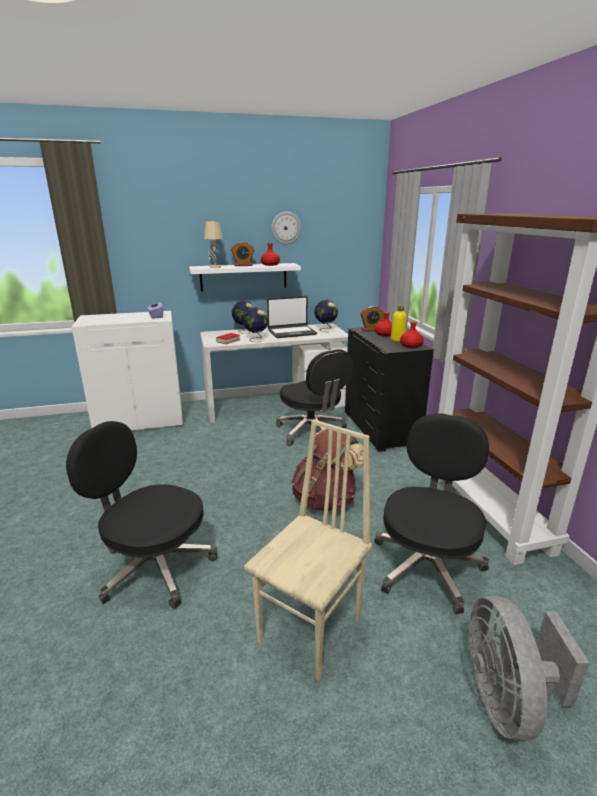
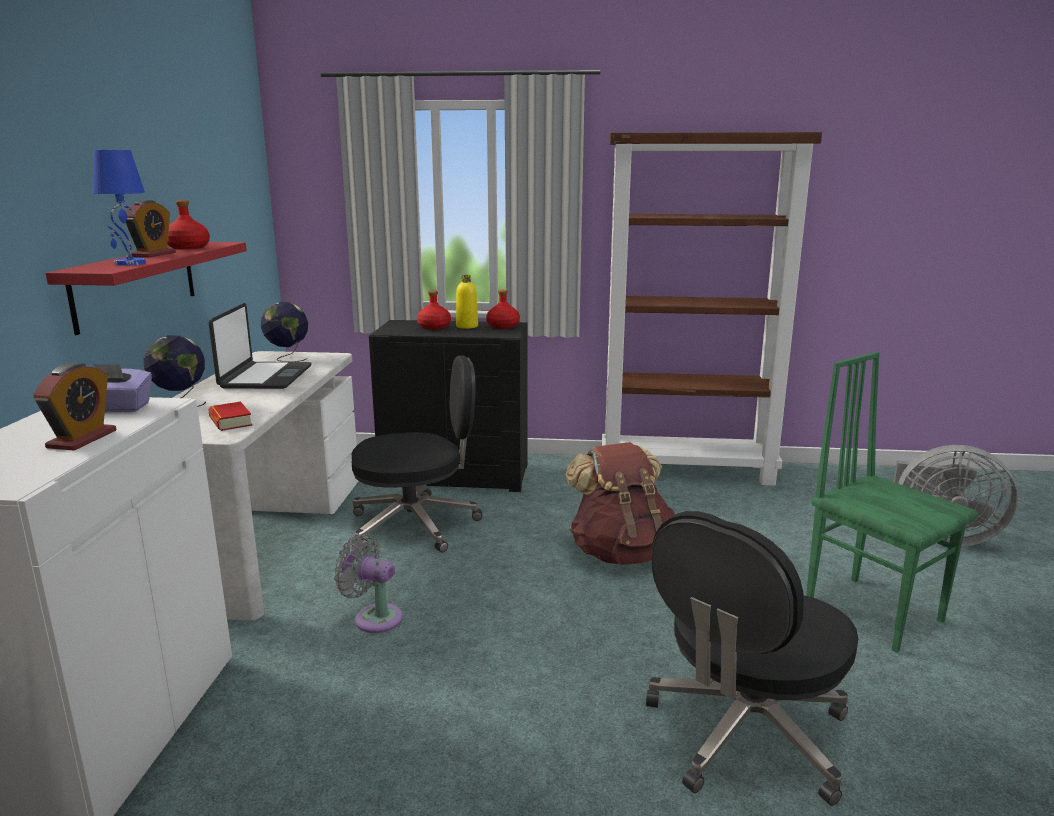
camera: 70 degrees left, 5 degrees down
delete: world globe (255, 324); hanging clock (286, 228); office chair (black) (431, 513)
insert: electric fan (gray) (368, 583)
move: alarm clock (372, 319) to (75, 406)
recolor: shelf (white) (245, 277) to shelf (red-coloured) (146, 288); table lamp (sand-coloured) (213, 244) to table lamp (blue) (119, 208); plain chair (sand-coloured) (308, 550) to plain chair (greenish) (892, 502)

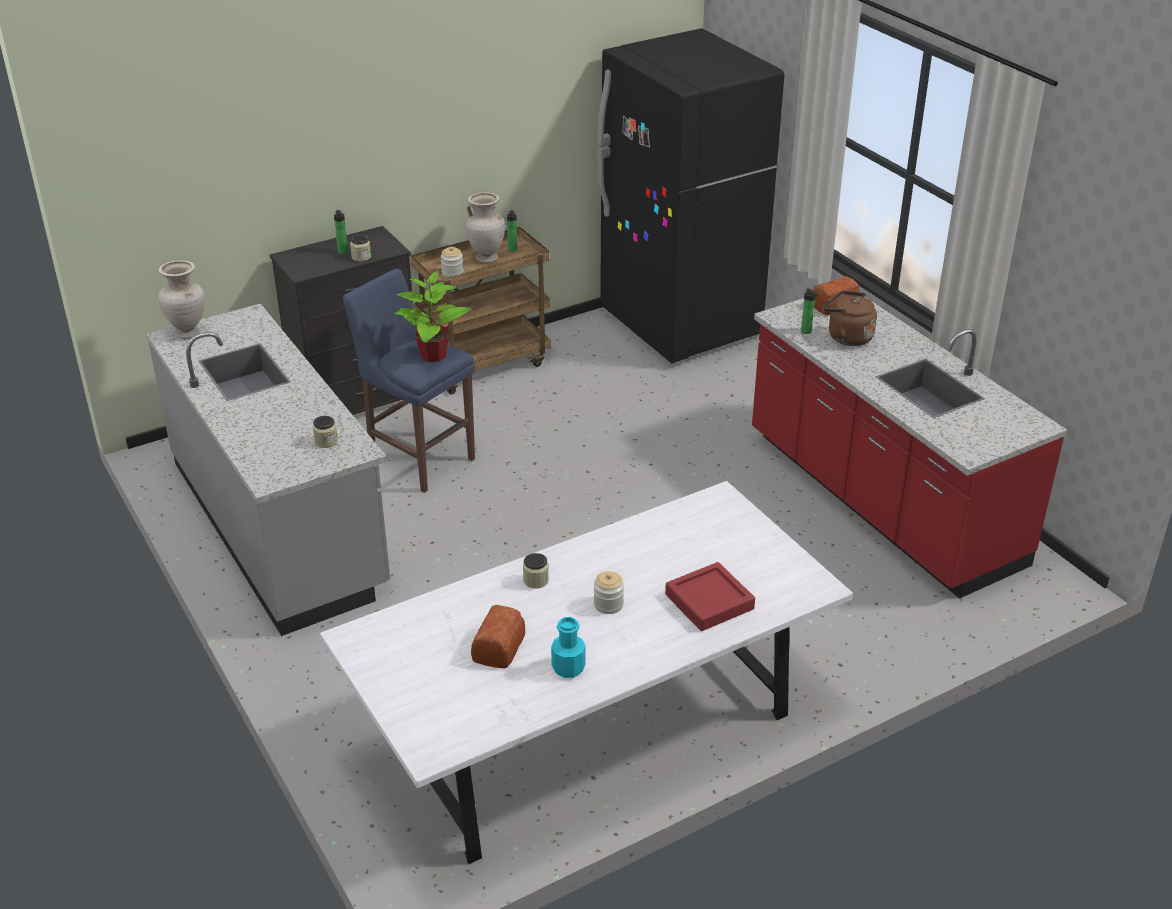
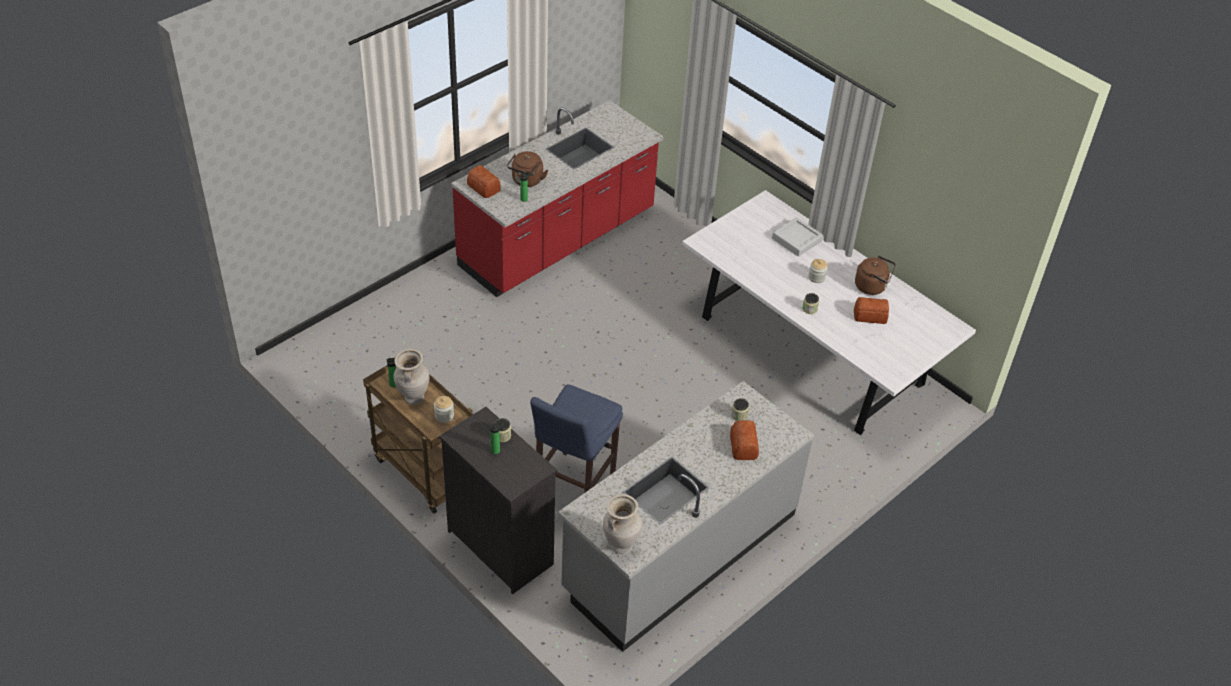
camera: 105 degrees left, 10 degrees up
delete: houseplant (433, 316); refrigerator (black) (690, 195)
insert: baked bread (744, 440)
replace: bottle (blue-green) (568, 647) to tea kettle (brownish) (875, 275)
recolor: carrying tray (red-coloured) (710, 596) to carrying tray (gray) (797, 237)

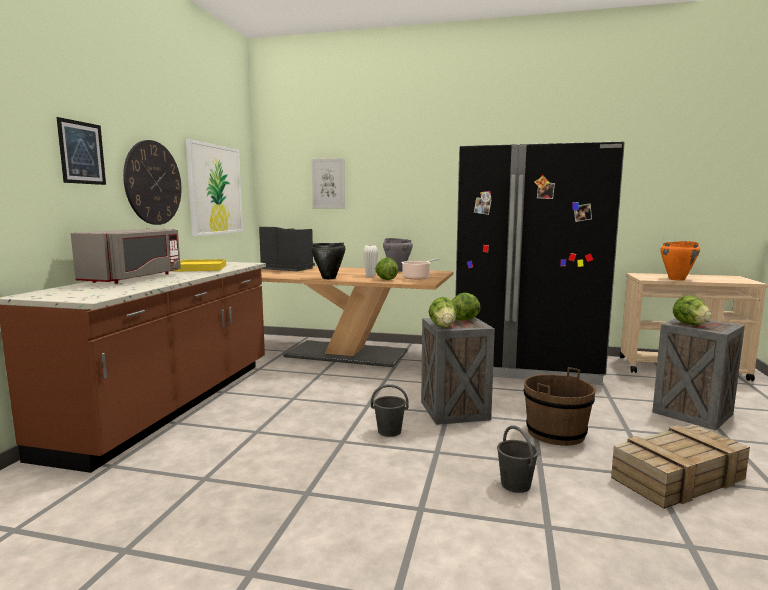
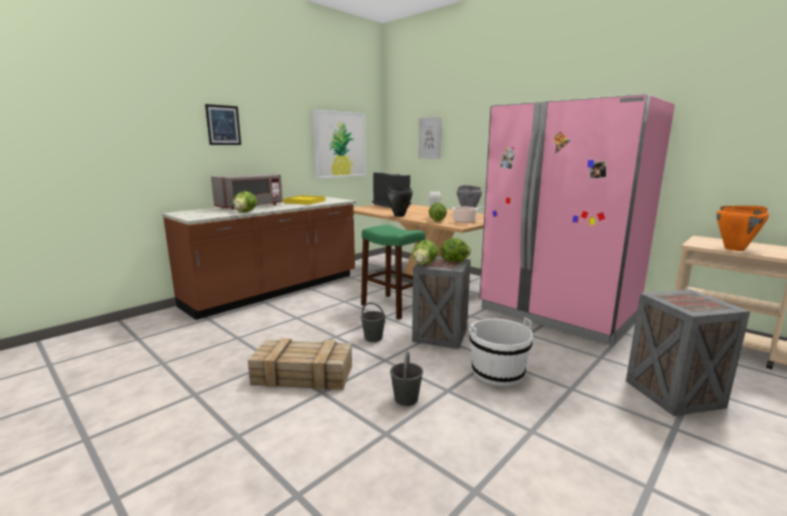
camera: 30 degrees right, 5 degrees up
delete: hanging clock (152, 182)
insert: sitting stool (greenish) (393, 272)
move: crate (680, 466) to (300, 364); lettuce (692, 310) to (245, 201)
recolor: refrigerator (black) (540, 263) to refrigerator (pink) (577, 219); water bucket (brownish) (560, 406) to water bucket (white) (501, 351)

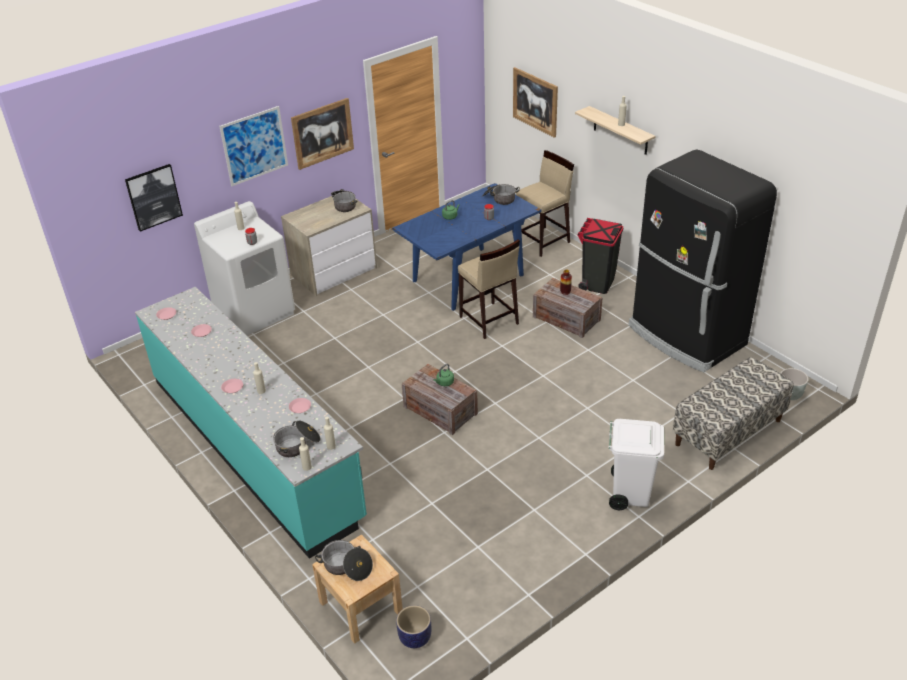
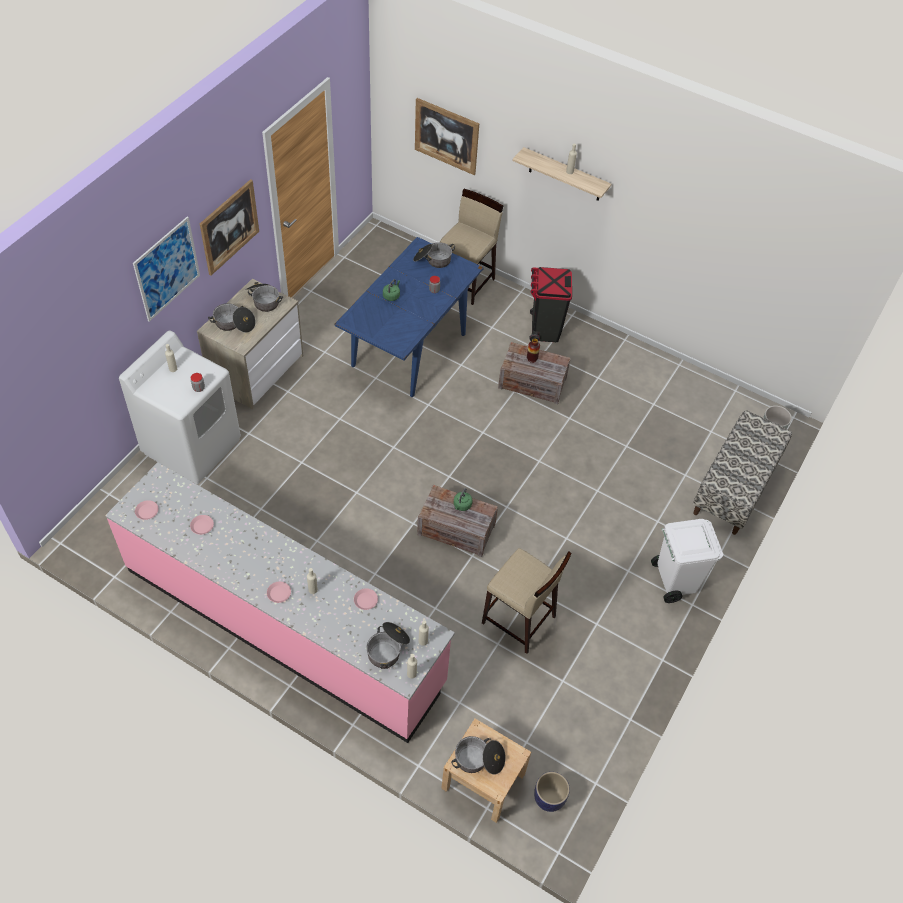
camera: 25 degrees left, 15 degrees up
delete: picture (154, 198); refrigerator (black) (703, 261)
insert: cooking pot (232, 318)
move: sitting stool (sand-coloured) (489, 289) to (527, 601)
recolor: counter (blue-green) (251, 423) to counter (pink) (280, 602)

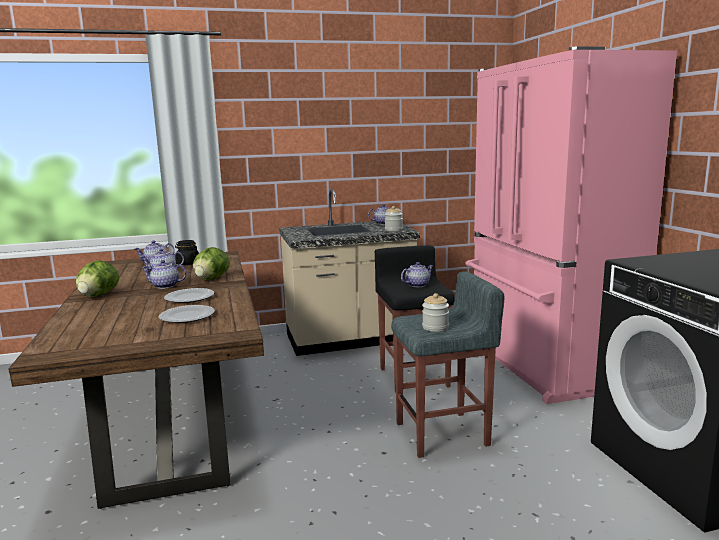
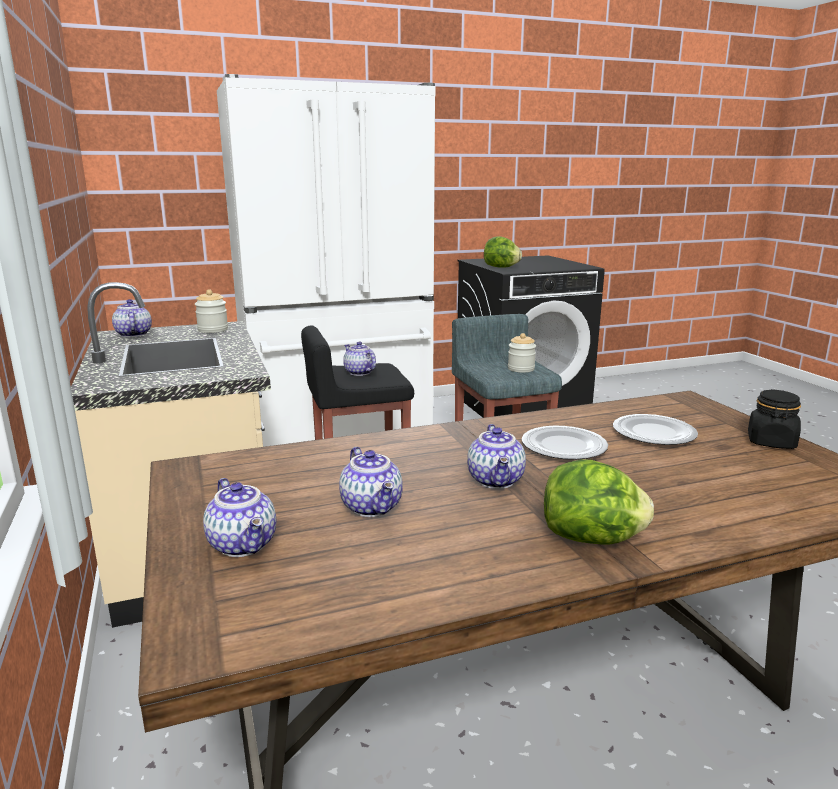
camera: 95 degrees left, 5 degrees up
move: storage jar (black) (187, 252) to (774, 419); lettuce (211, 263) to (503, 252)
recolor: refrigerator (pink) (571, 225) to refrigerator (white) (326, 260)

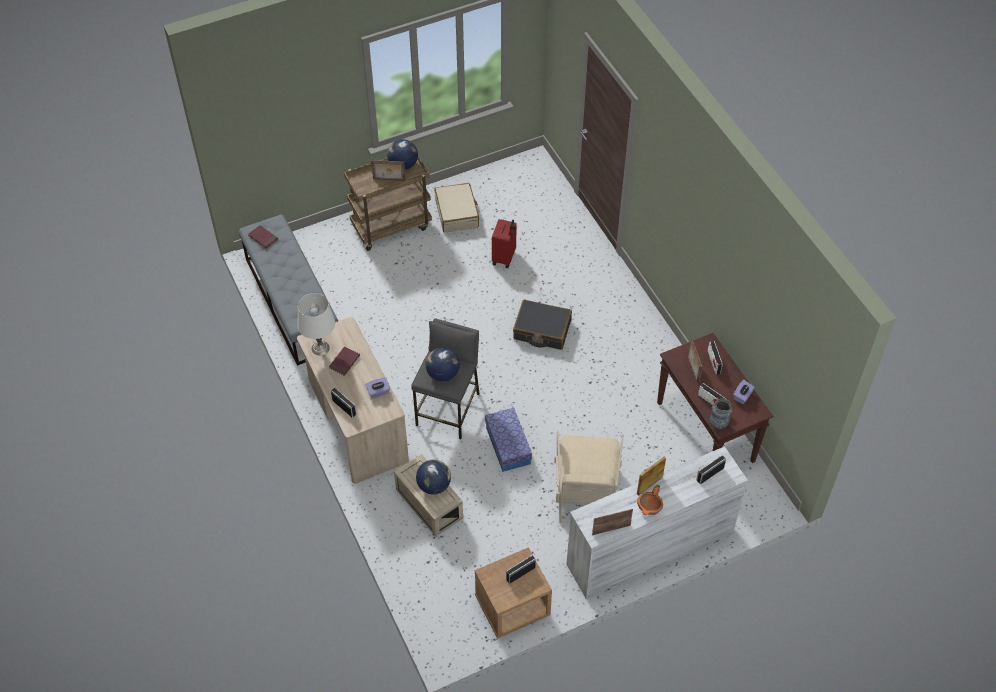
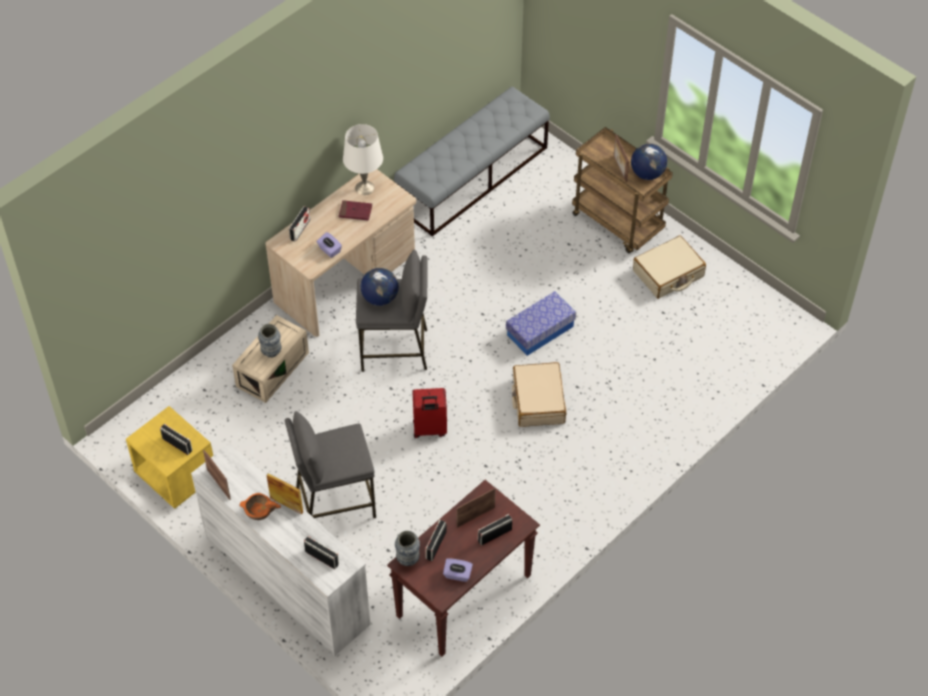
camera: 70 degrees right, 0 degrees up
delete: bound book (red-coloured) (263, 237)
move: storage box (508, 440) to (541, 323); travel case (red-coloured) (504, 243) to (429, 413)
replace: world globe (433, 477) to vase (269, 341); lounge chair (sand-coloured) (589, 476) to sitting stool (gray) (330, 465)
recolor: nightstand (brownish) (513, 593) to nightstand (yellow) (169, 457); travel case (black) (542, 324) to travel case (sand-coloured) (539, 394)

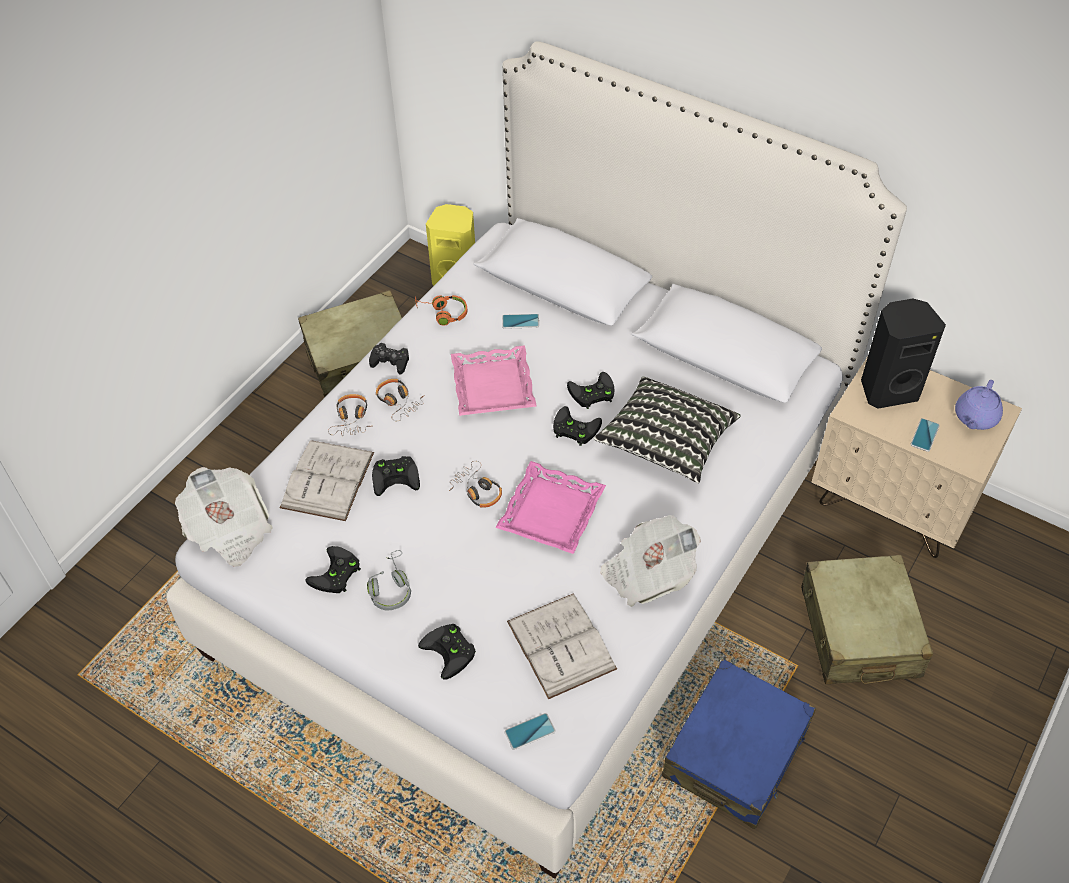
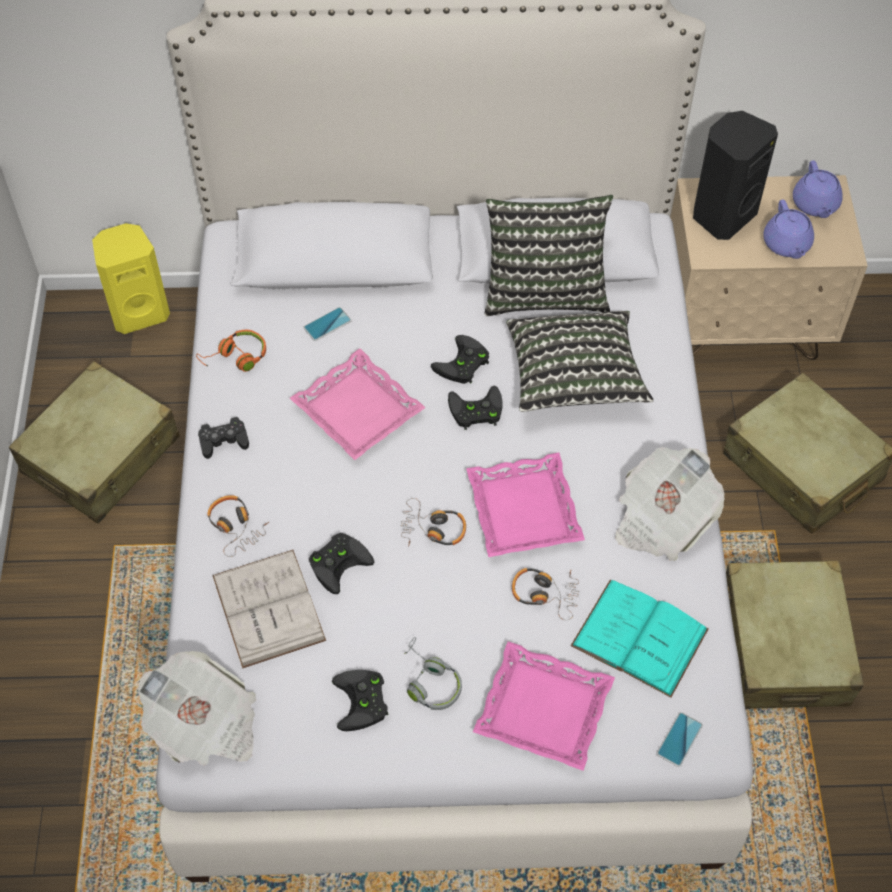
camera: 35 degrees left, 5 degrees up
insert: cushion (548, 255)
move: headset (400, 400) to (545, 594)
replace: joypad (black) (447, 651) to carrying tray (pink) (544, 706); phone (925, 435) to tea pot (purple) (788, 229)
recolor: bound book (white) (562, 646) to bound book (blue-green) (640, 639); travel case (blue) (739, 744) to travel case (sand-coloured) (795, 634)

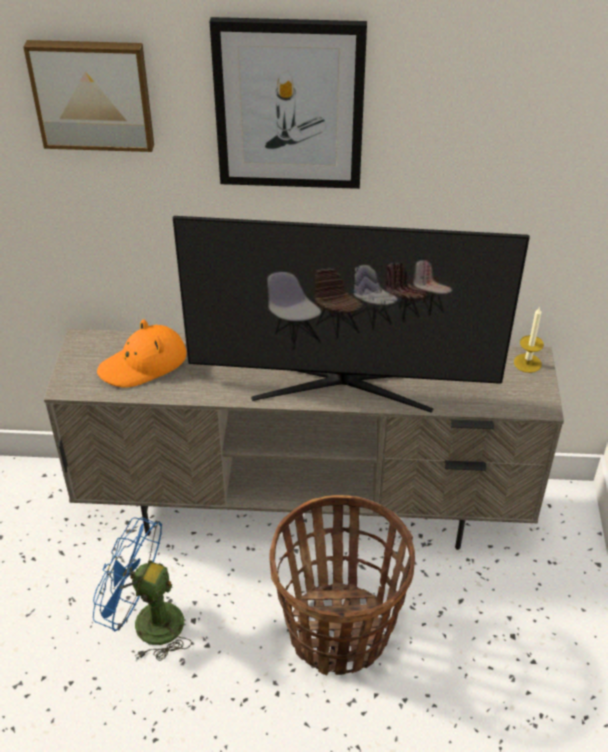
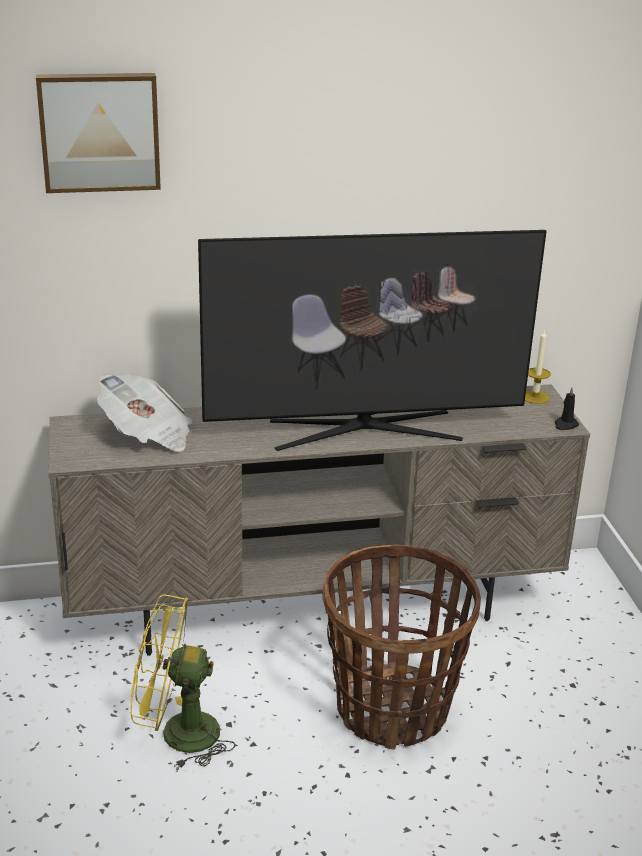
camera: 15 degrees left, 15 degrees down
delete: picture (288, 103)
insert: wax light (black) (567, 408)
replace: hat (orange-coloured) (141, 354) to newspaper (144, 413)
recolor: electric fan (blue) (142, 589) to electric fan (yellow) (183, 682)

